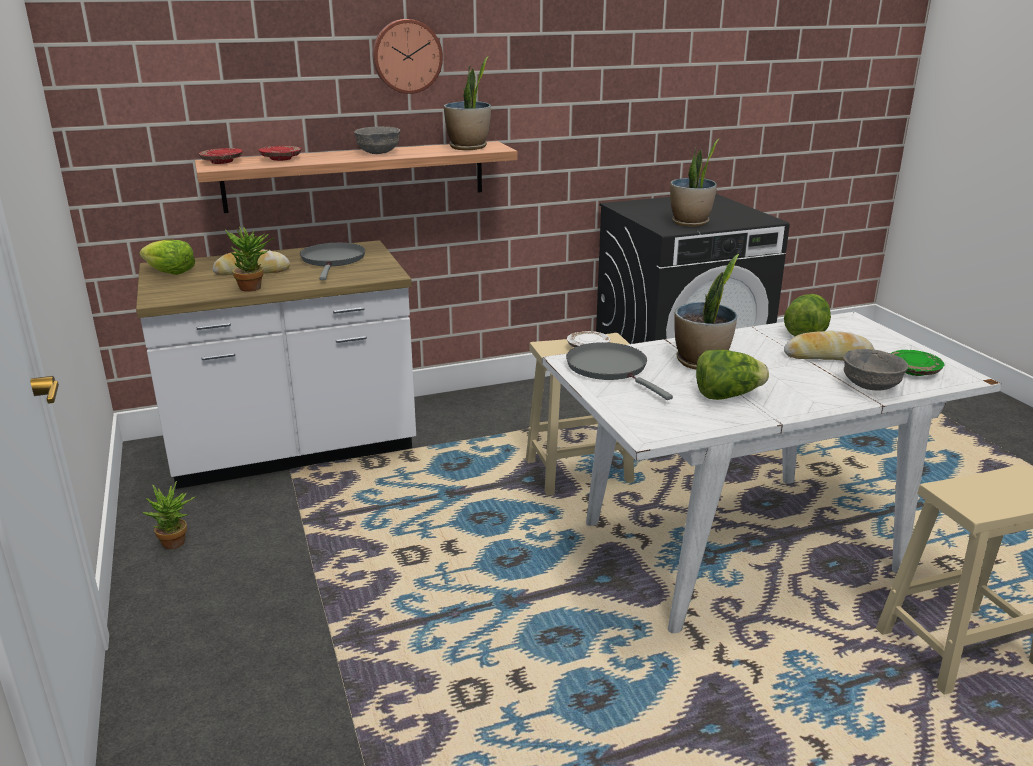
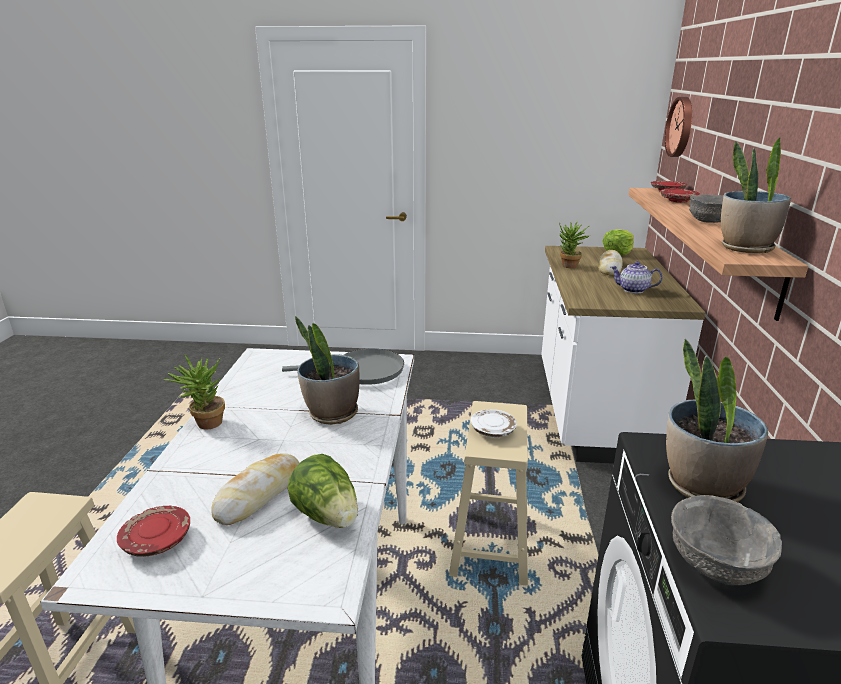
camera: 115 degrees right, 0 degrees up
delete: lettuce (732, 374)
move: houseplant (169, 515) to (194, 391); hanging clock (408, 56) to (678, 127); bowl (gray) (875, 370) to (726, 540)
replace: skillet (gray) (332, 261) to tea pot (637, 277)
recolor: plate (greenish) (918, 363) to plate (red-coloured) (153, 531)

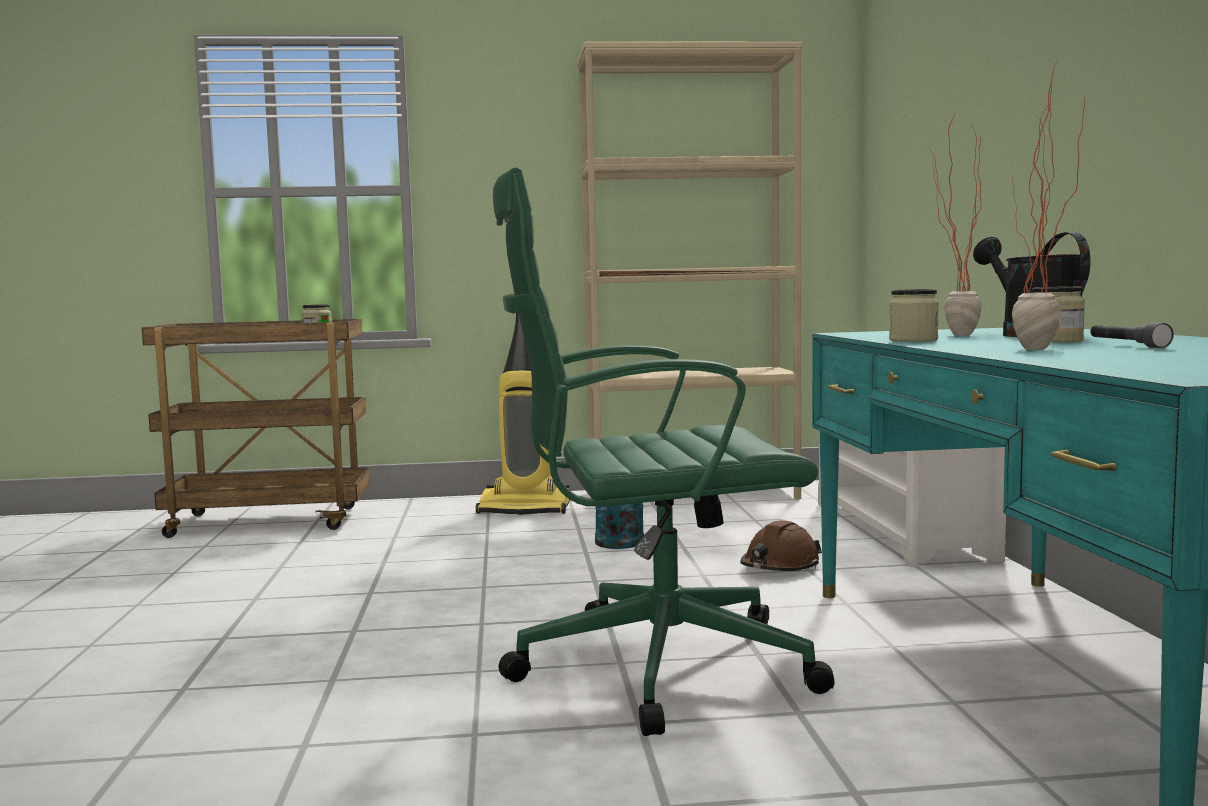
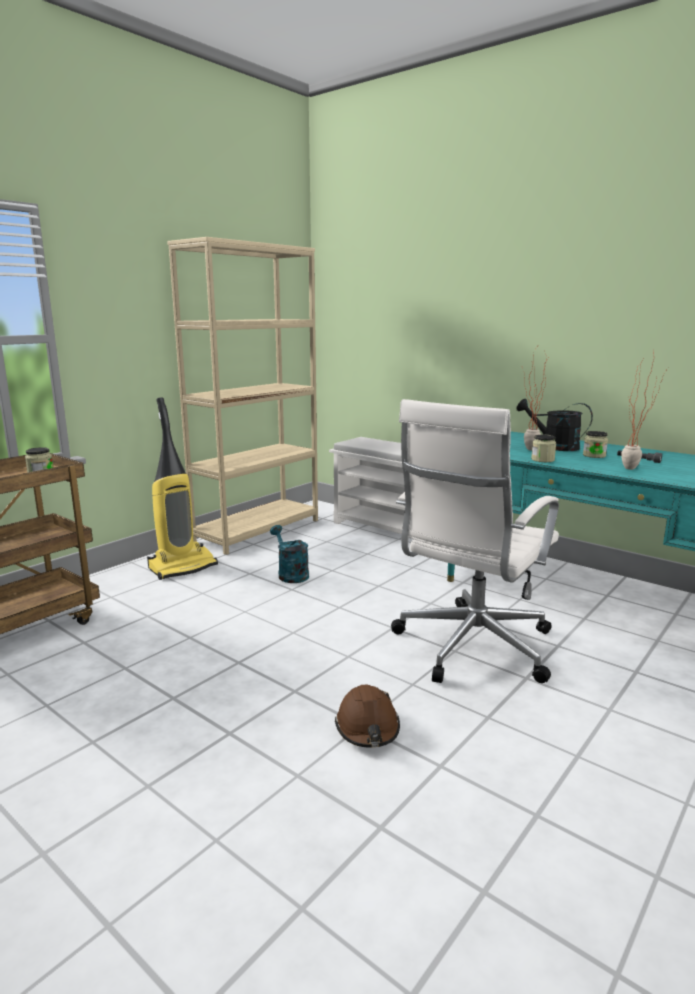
camera: 45 degrees left, 10 degrees up
move: safety helmet (brownish) (781, 545) to (367, 716)
recolor: office chair (greenish) (663, 451) to office chair (white) (475, 541)

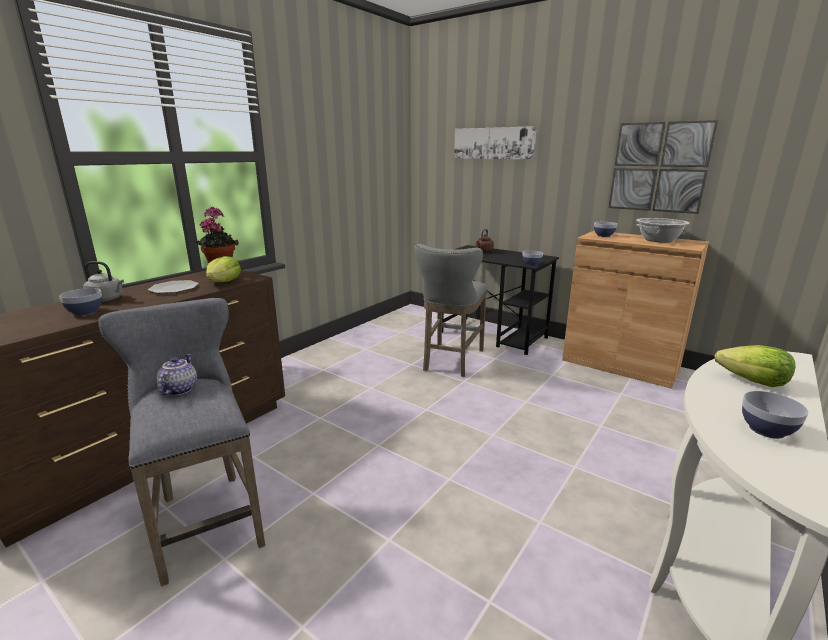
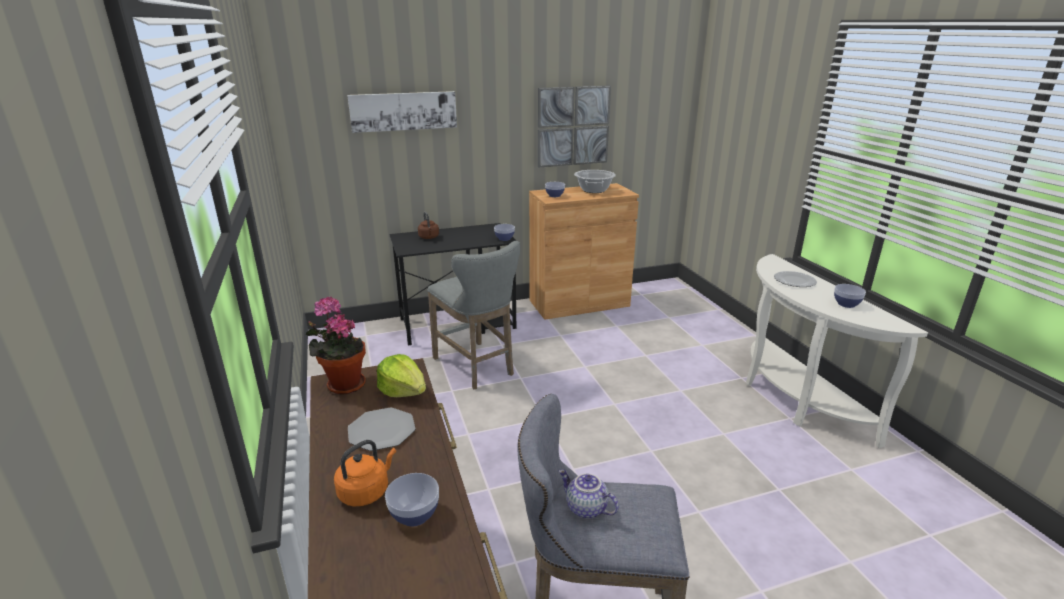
camera: 55 degrees left, 5 degrees up
replace: lettuce (755, 366) to plate (795, 279)
recolor: tea kettle (gray) (103, 281) to tea kettle (orange-coloured) (365, 473)

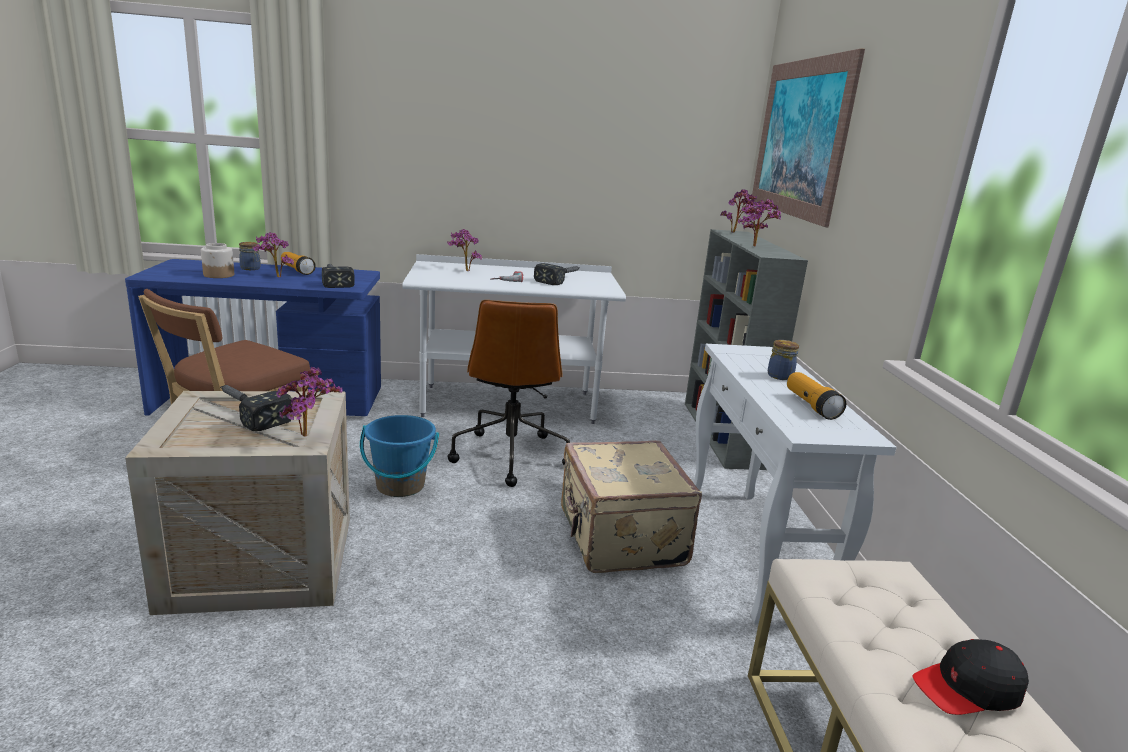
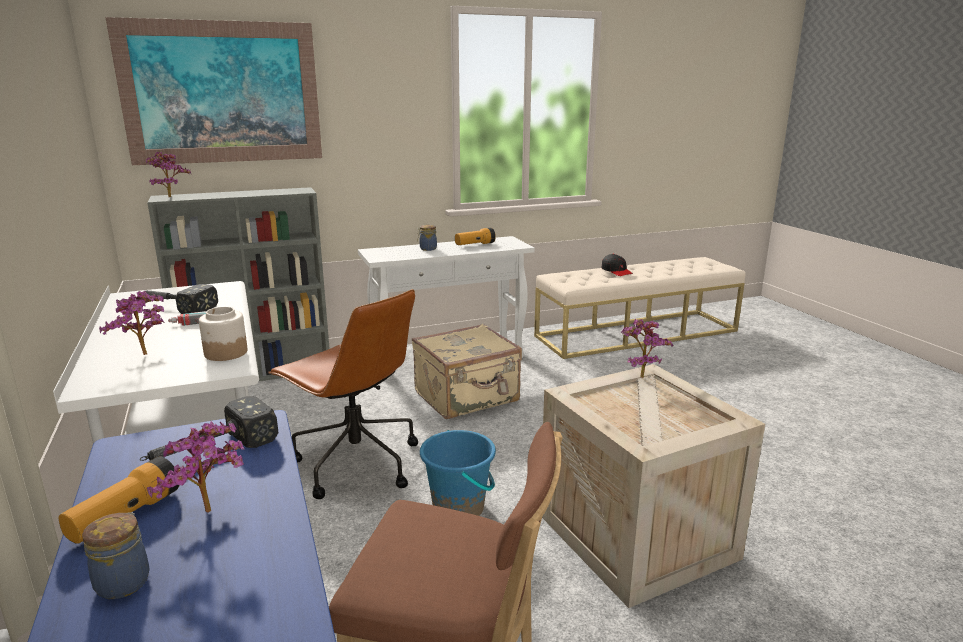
camera: 105 degrees left, 0 degrees up
delete: hammer (256, 408); houseplant (759, 223)
move: storage jar (217, 260) to (223, 334)
rotate: office chair (brownish) (509, 393) = (343, 394) 60 degrees clockwise

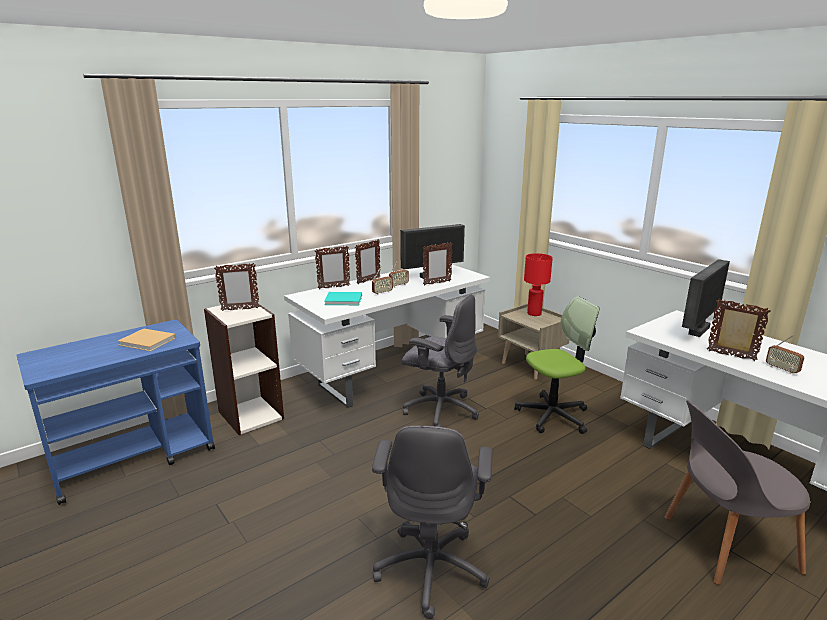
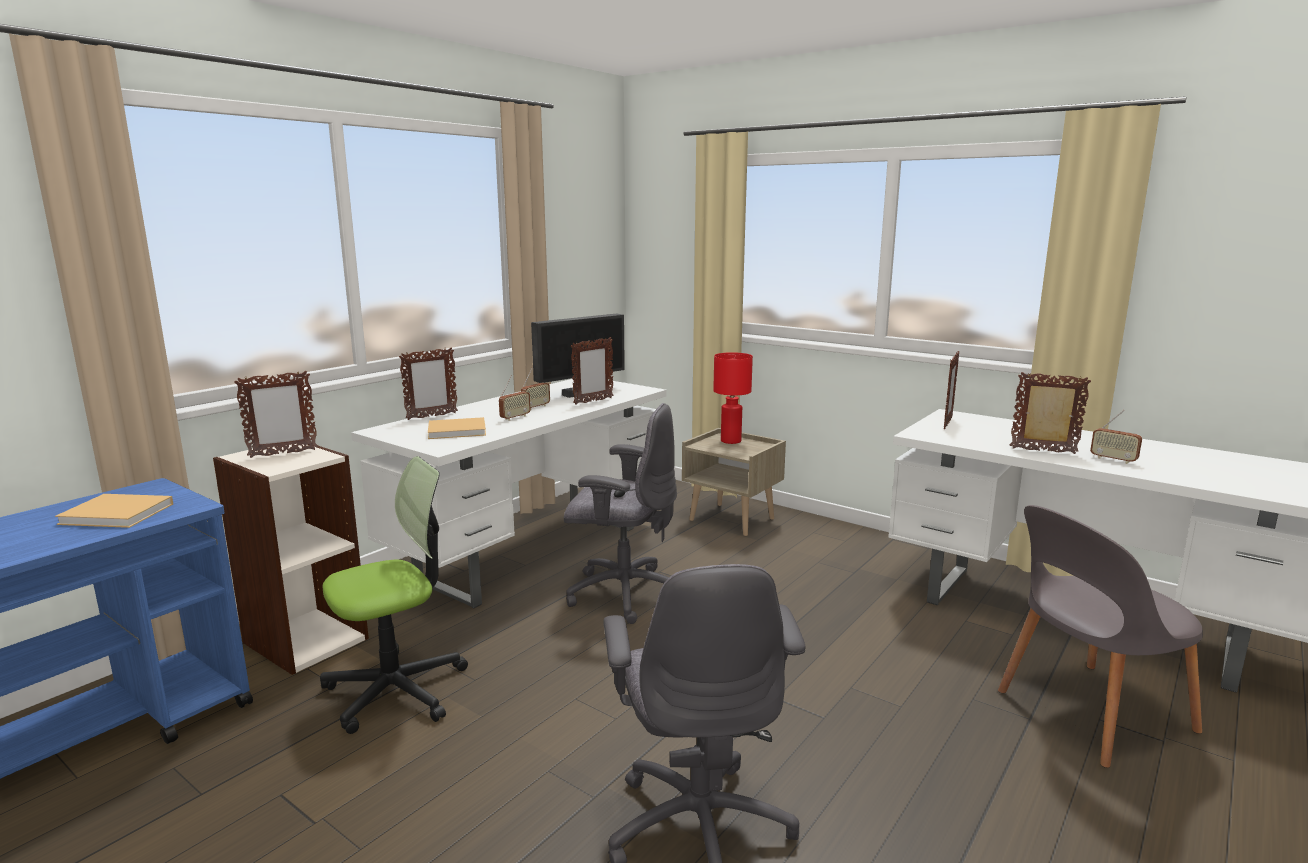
camera: 15 degrees left, 5 degrees down
delete: computer screen (706, 298)
move: picture frame (367, 261) to (951, 390); office chair (556, 365) to (394, 595)
recolor: bound book (blue-green) (343, 298) to bound book (sand-coloured) (457, 428)

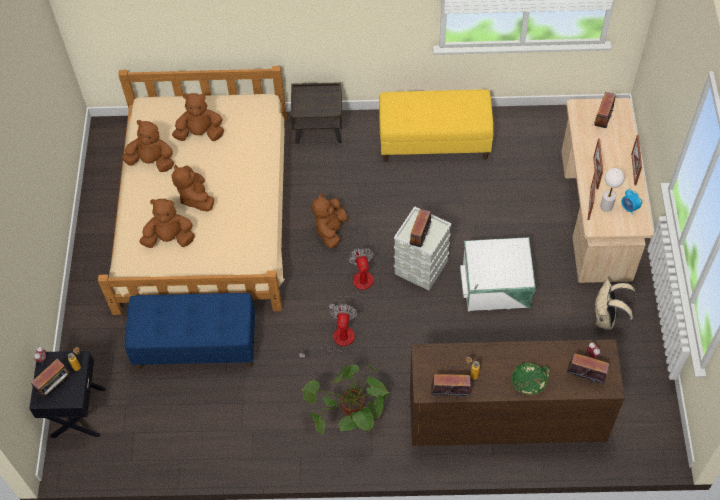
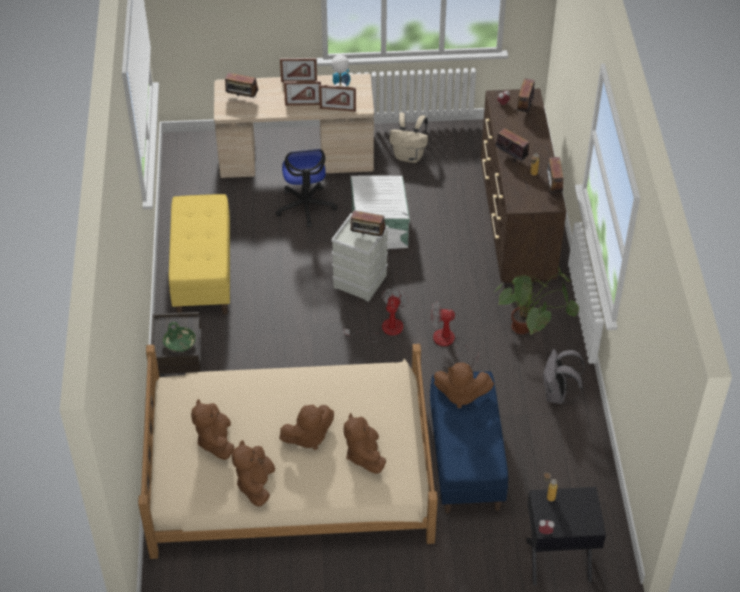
camera: 95 degrees left, 10 degrees down
insert: office chair (307, 188); backpack (gray) (563, 376)
move: radio set (52, 378) to (512, 145); plush toy (brownish) (330, 220) to (464, 385); bowl (greenish) (531, 379) to (179, 337)
rotate: electric fan (351, 278) = (376, 315) 120 degrees clockwise

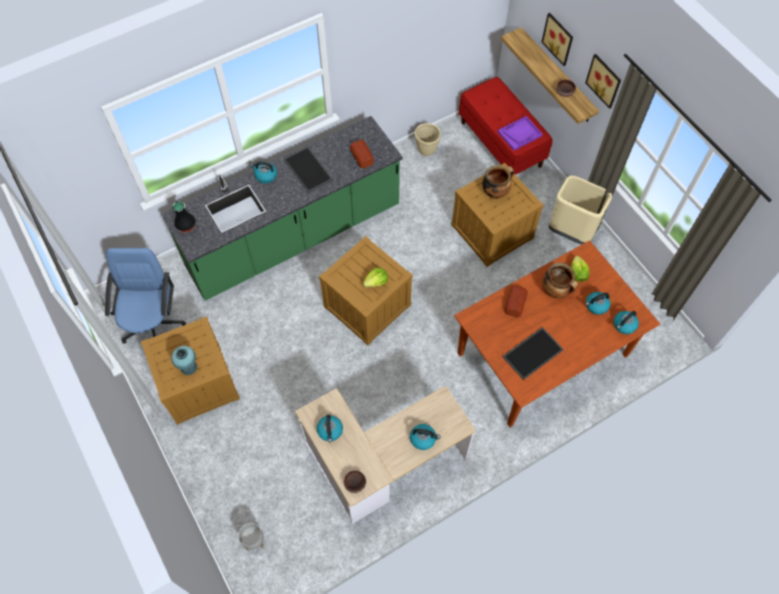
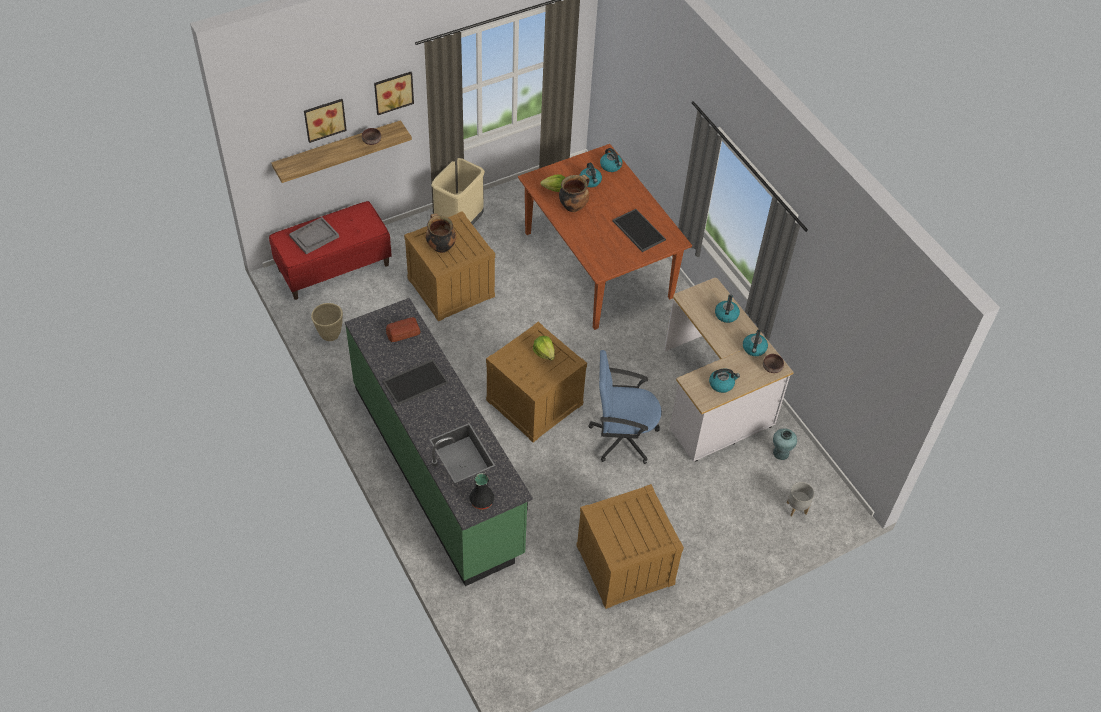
camera: 90 degrees left, 10 degrees down
delete: carrying tray (purple) (520, 133); baked bread (516, 301)
insert: carrying tray (gray) (314, 235)
move: office chair (blue) (145, 295) to (625, 407); vase (blue-green) (184, 360) to (785, 444); tea kettle (263, 172) to (755, 343)

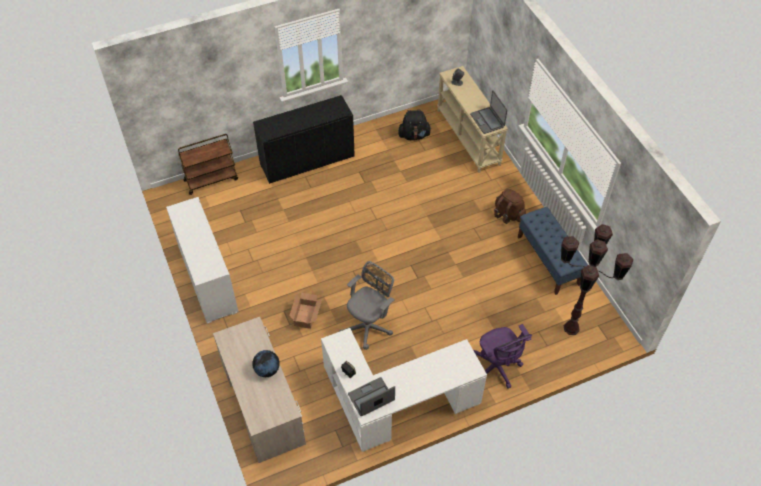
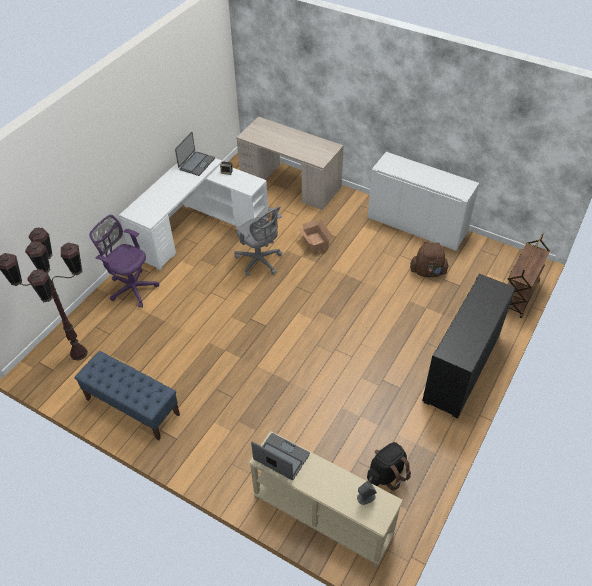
camera: 145 degrees right, 5 degrees down
delete: world globe (266, 363)
move: backpack (brownish) (510, 206) to (429, 260)
rotate: office chair (gray) (367, 305) = (258, 241) 45 degrees counterclockwise

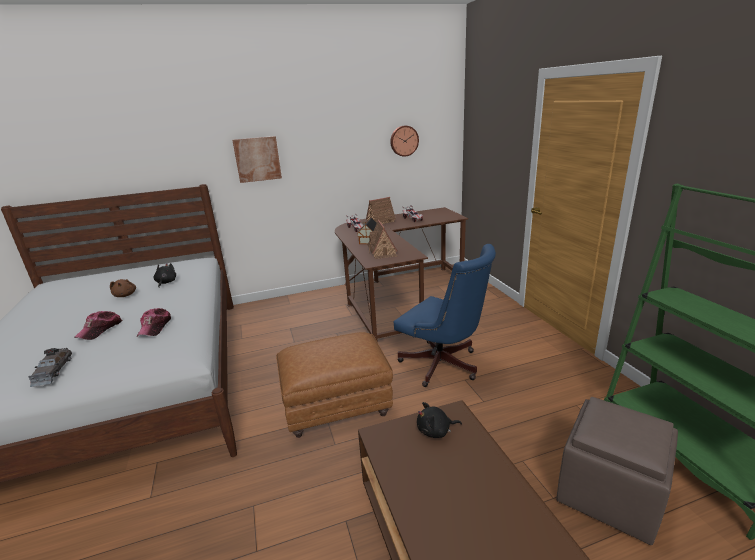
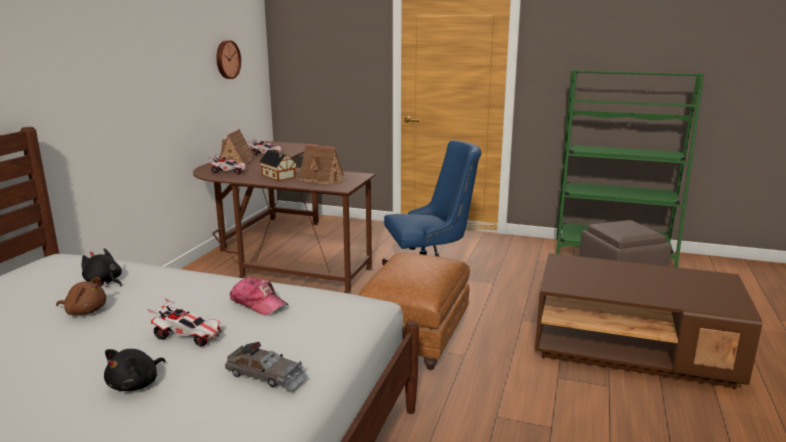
camera: 55 degrees left, 5 degrees down
delete: picture (257, 159)
move: plush toy (black) (439, 420) to (134, 370)
replace: peaked cap (98, 325) to model car (185, 322)

